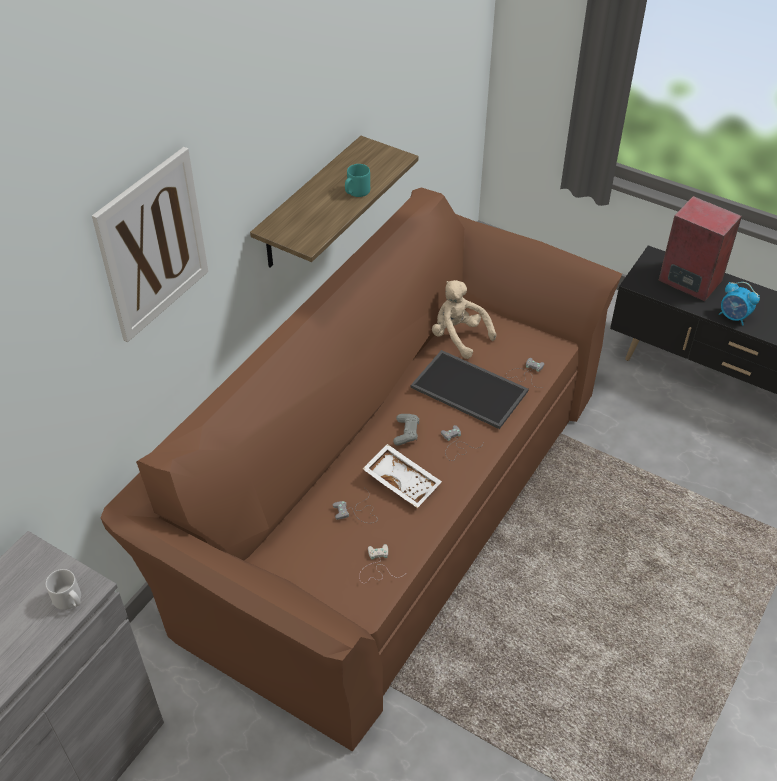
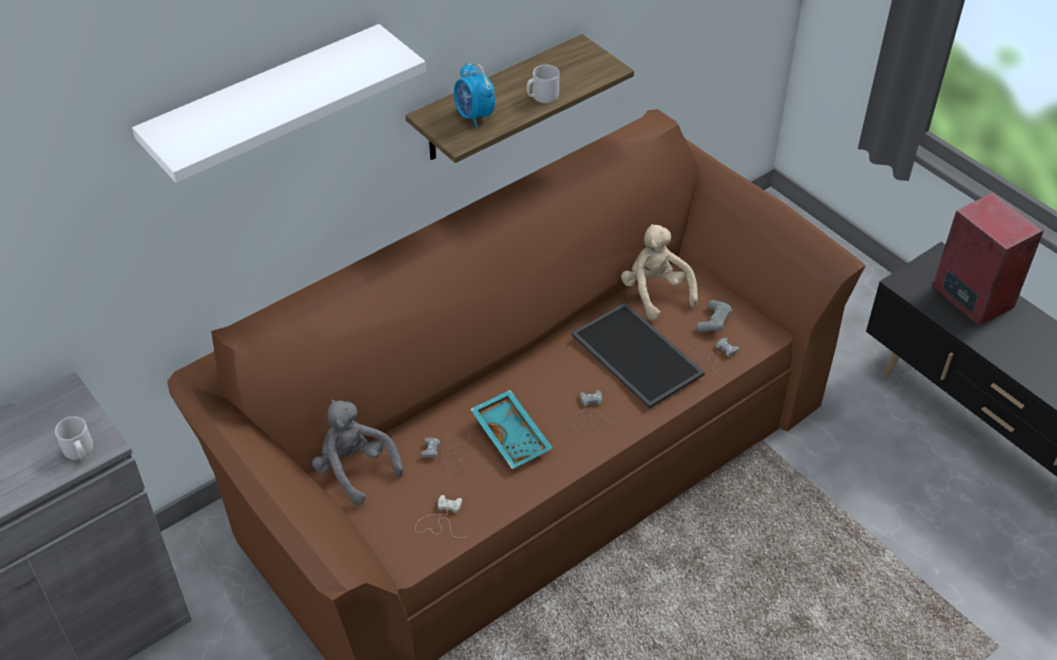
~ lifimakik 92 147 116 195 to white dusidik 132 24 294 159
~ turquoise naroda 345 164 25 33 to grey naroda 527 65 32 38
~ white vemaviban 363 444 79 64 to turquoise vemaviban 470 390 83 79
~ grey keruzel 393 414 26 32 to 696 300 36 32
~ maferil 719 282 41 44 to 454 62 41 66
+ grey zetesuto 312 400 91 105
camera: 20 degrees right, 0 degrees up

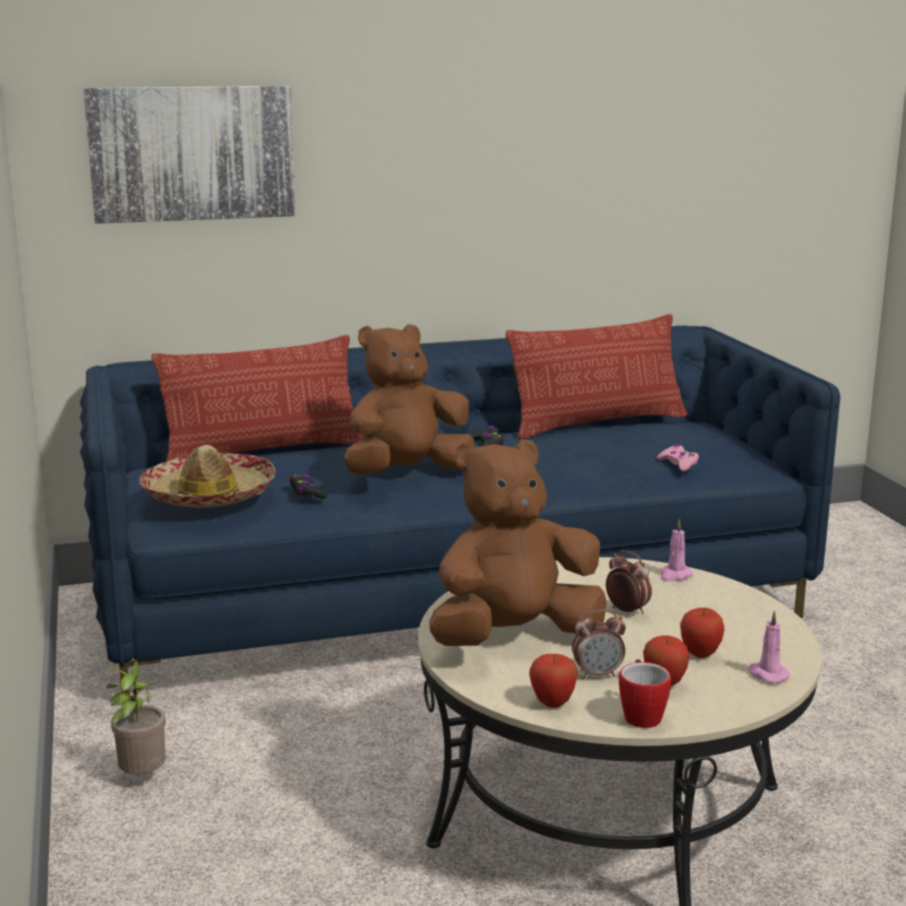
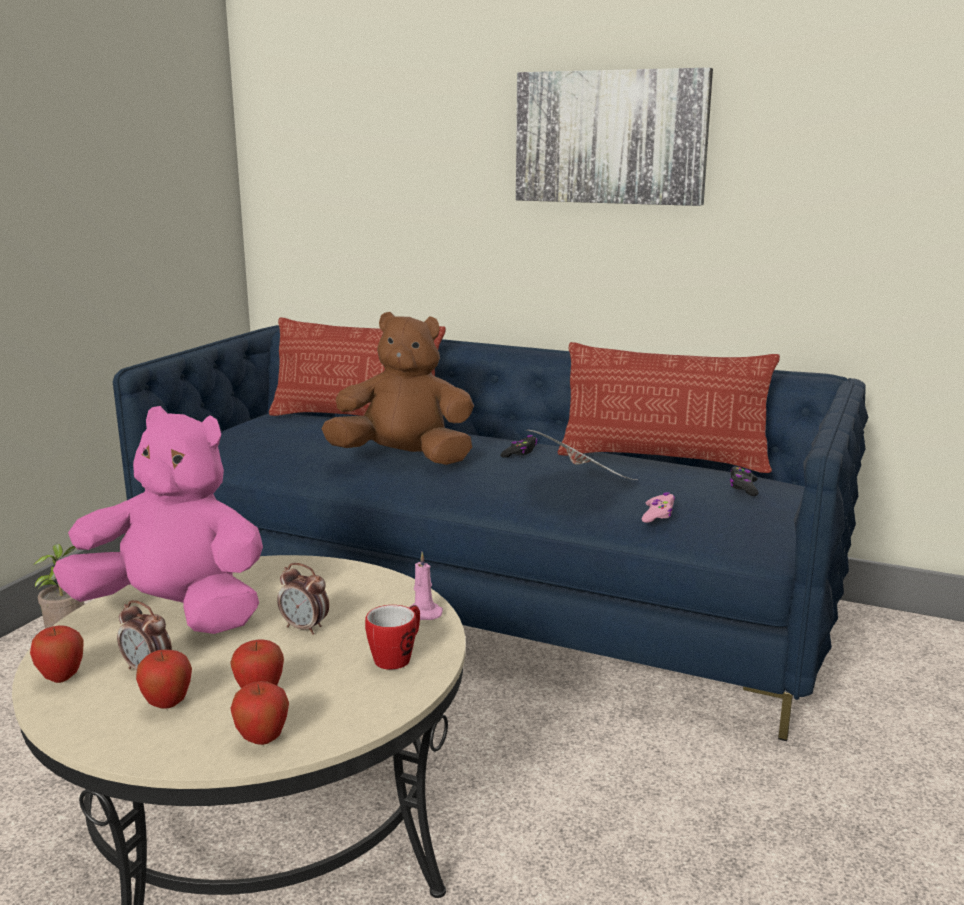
~ lifimakik 83 86 213 138 to 516 67 197 139
- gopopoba 139 445 137 63
~ black keruzel 289 475 38 24 to 730 467 28 29
~ brown zetesuto 429 439 178 207 to pink zetesuto 53 406 210 228
~ maferil 606 550 46 66 = 277 563 52 72 120 degrees clockwise
~ naroda 619 659 52 69 to 365 605 55 65
~ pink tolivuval 748 610 42 73 to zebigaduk 230 681 59 64
+ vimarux 527 430 110 50
camera: 40 degrees right, 0 degrees up

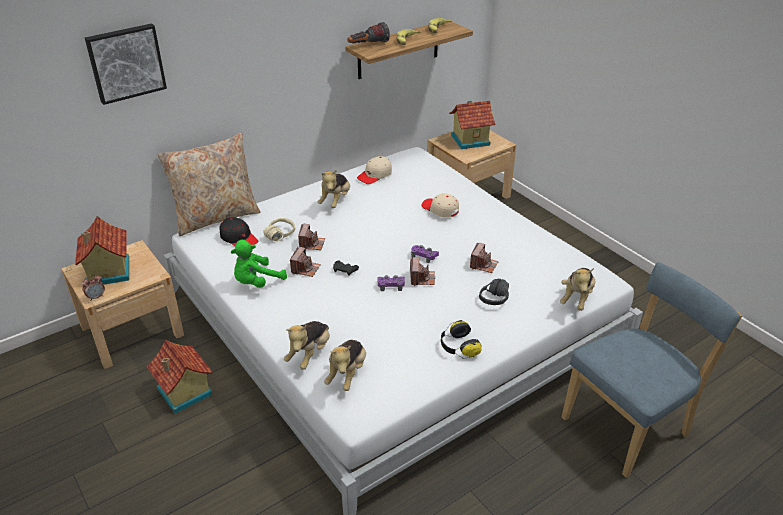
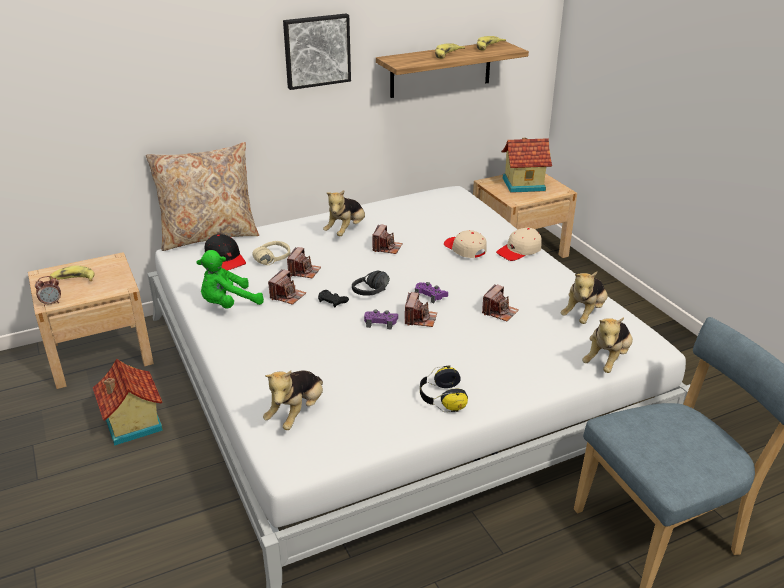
~ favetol 75 216 54 69 to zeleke 49 266 46 15
~ lifimakik 85 23 82 82 to 283 14 68 76
~ zetesuto 284 321 46 49 to 561 272 47 52
- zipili 347 22 43 21
~ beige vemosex 357 156 35 28 to 496 228 46 33
~ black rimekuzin 479 279 30 26 to 352 271 38 25
+ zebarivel 372 224 31 30
camera: 10 degrees right, 5 degrees down

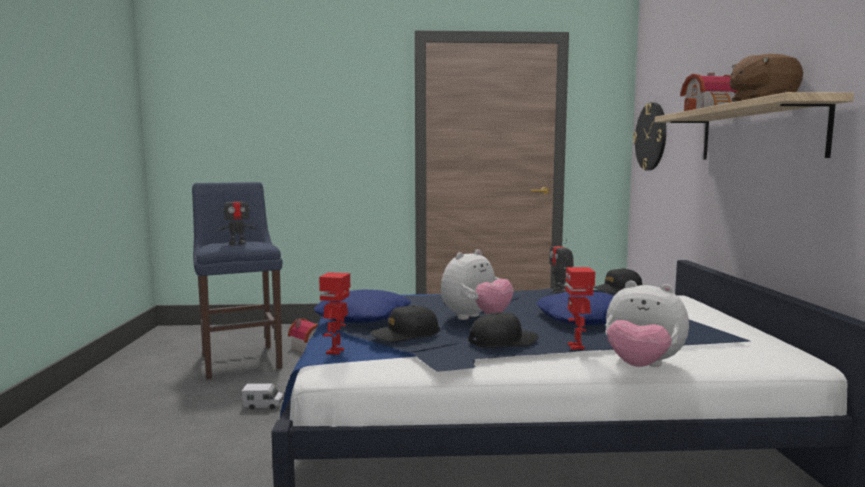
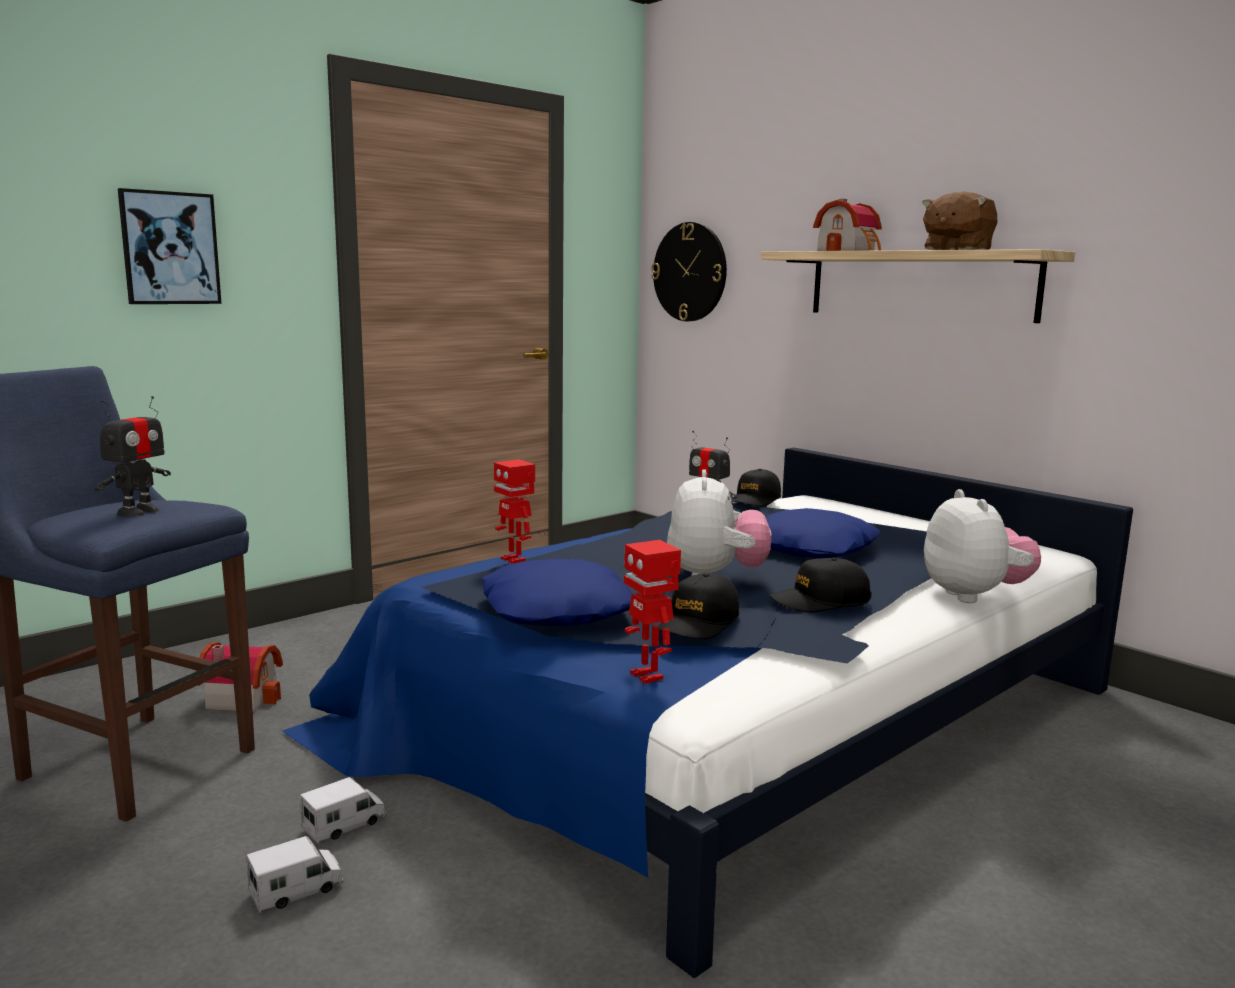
~ black vemosex 469 312 70 36 = 769 558 103 54 135 degrees counterclockwise
~ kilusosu 565 267 30 82 to 494 459 41 105
~ zetesuto 605 281 84 86 = 924 489 117 114 90 degrees counterclockwise
+ lifimakik 118 188 104 116
+ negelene 246 836 97 77
camera: 40 degrees left, 5 degrees up

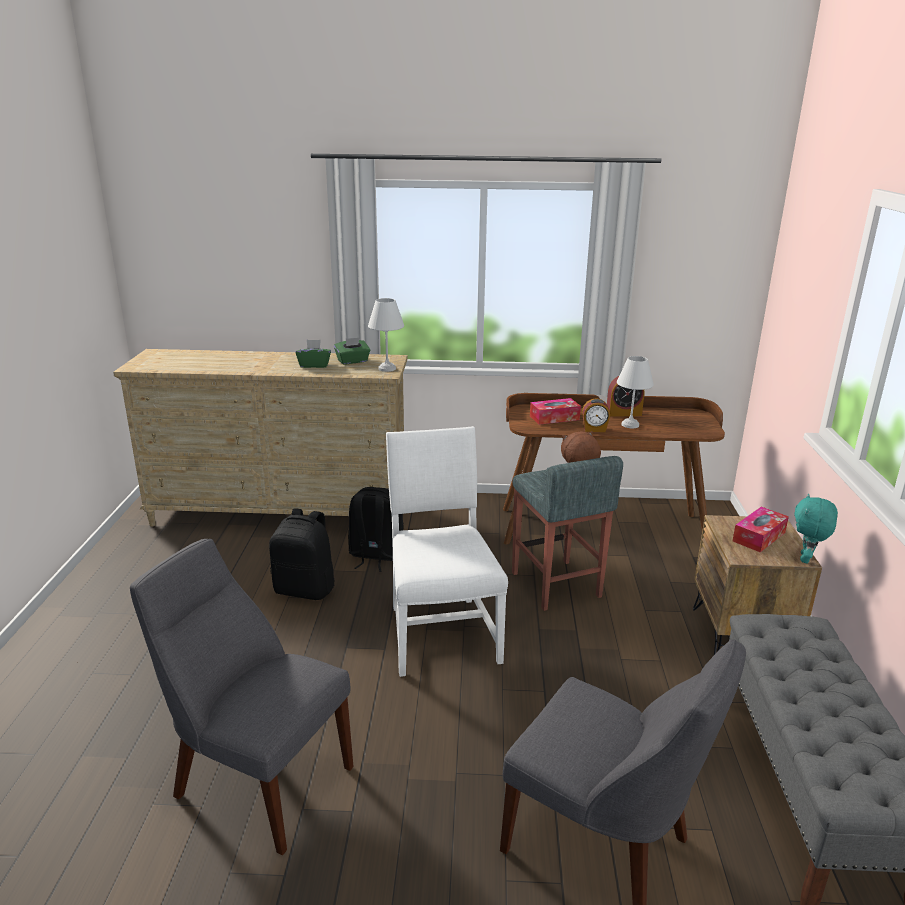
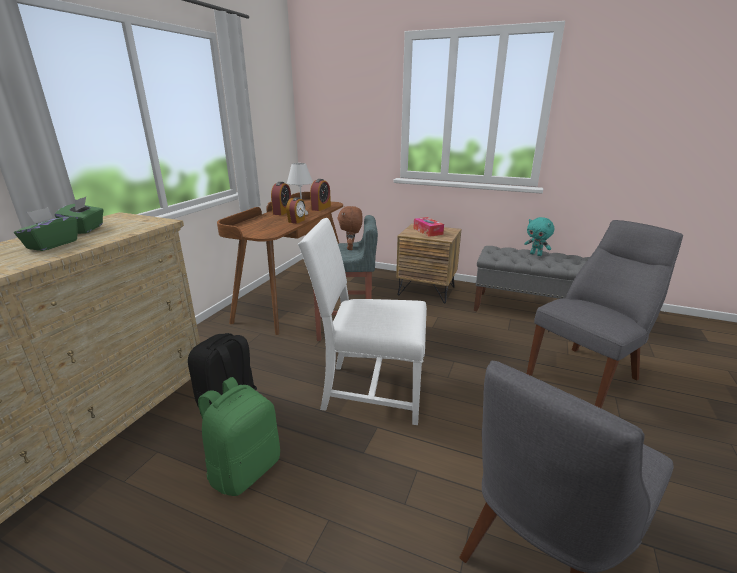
~ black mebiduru 269 508 66 92 to green mebiduru 198 377 82 119
- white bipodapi 368 298 36 74
- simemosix 530 398 51 27
~ turquoise zetesuto 794 494 44 69 to 524 217 31 39
+ maferil 310 179 21 32
camera: 70 degrees left, 0 degrees up

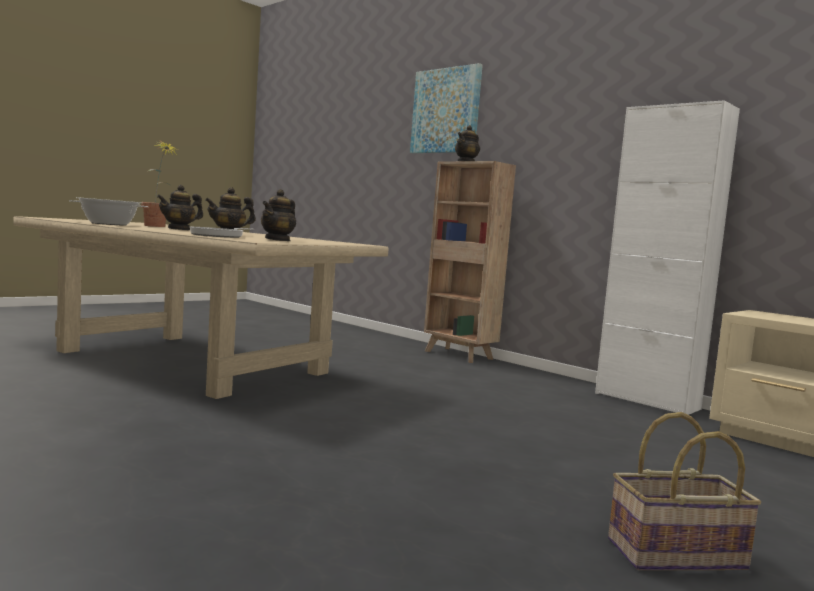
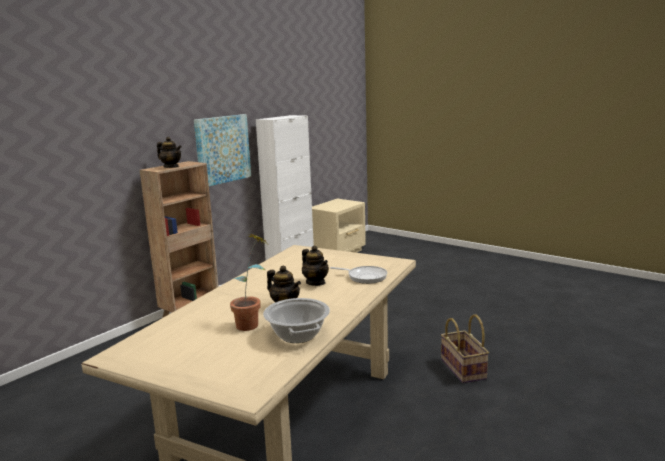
- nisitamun 261 189 35 52
~ lifimakik 410 63 73 90 to 194 114 57 72
~ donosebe 608 412 153 158 to 441 314 48 69
camera: 95 degrees left, 10 degrees up

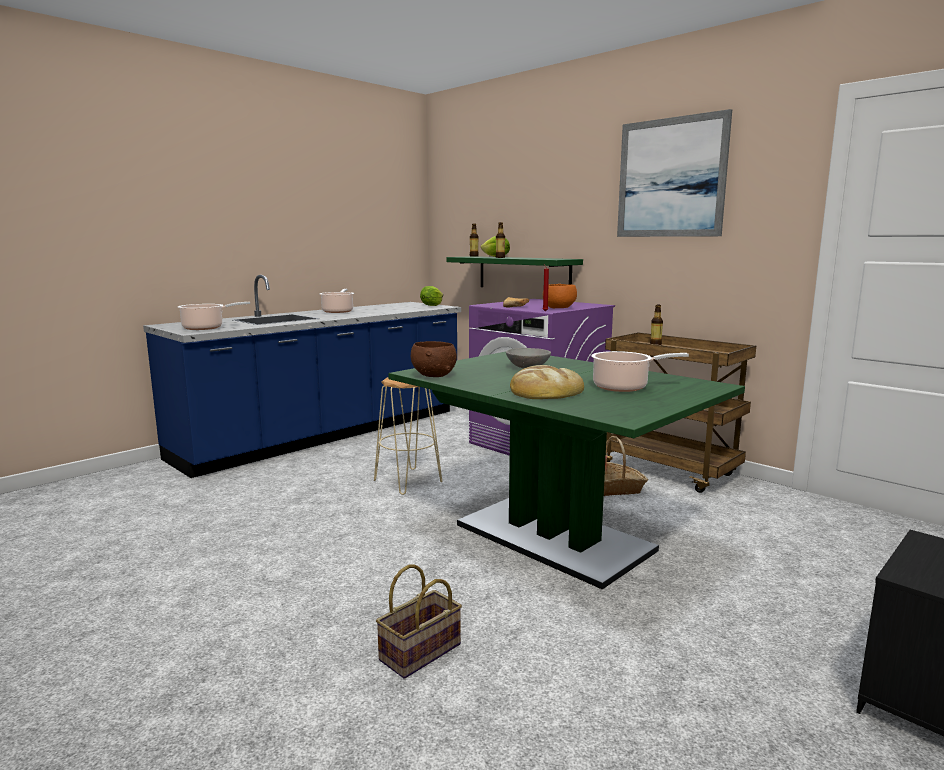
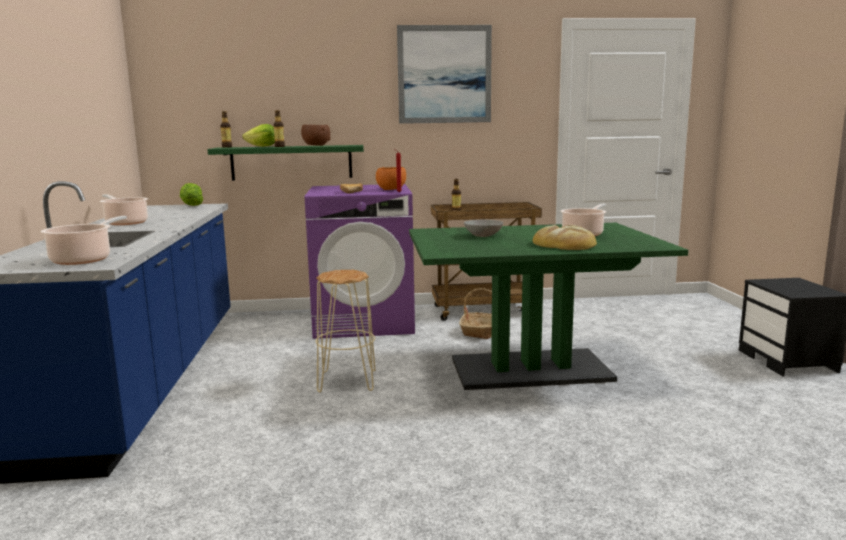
- donosebe 376 565 86 114
~ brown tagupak 411 341 46 36 to 301 125 30 21
camera: 50 degrees left, 0 degrees up

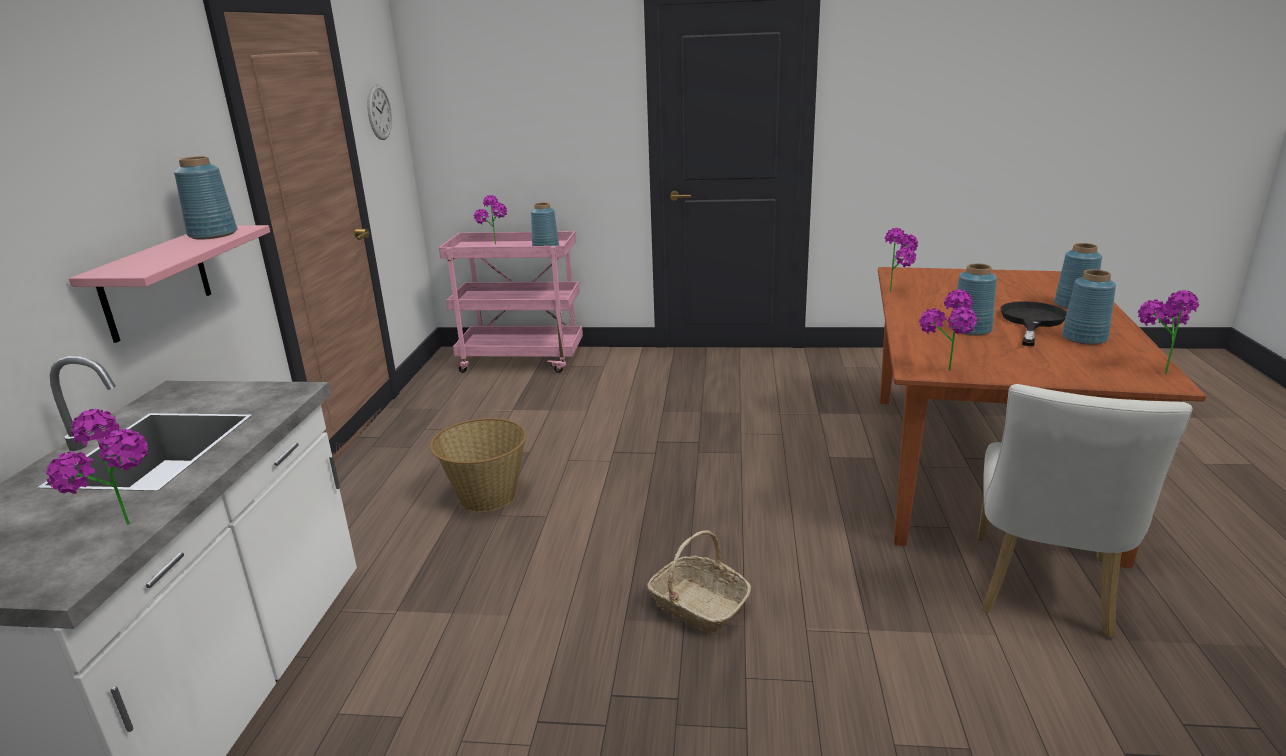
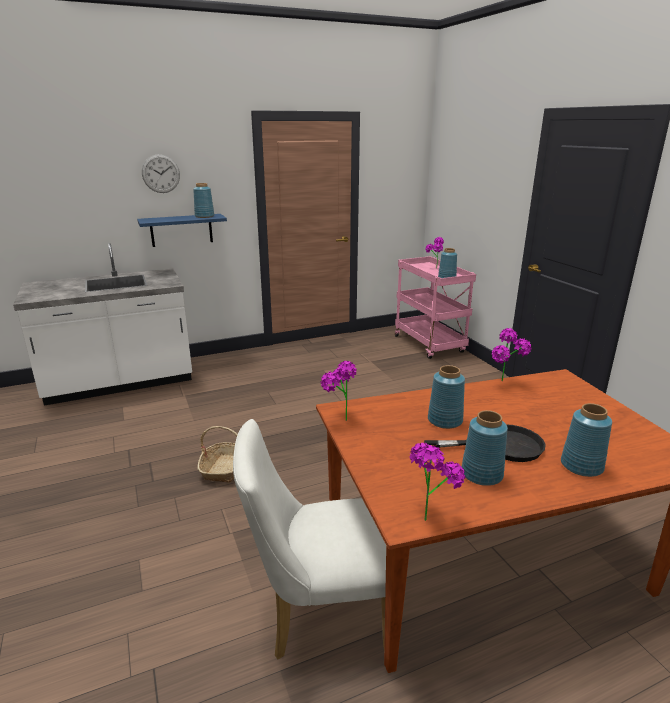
- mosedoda 46 409 102 116
~ pink dusidik 69 225 201 118 to blue dusidik 137 214 90 33
~ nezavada 367 84 25 56 to 142 154 38 39
- donosebe 430 418 97 94
camera: 60 degrees right, 0 degrees up

